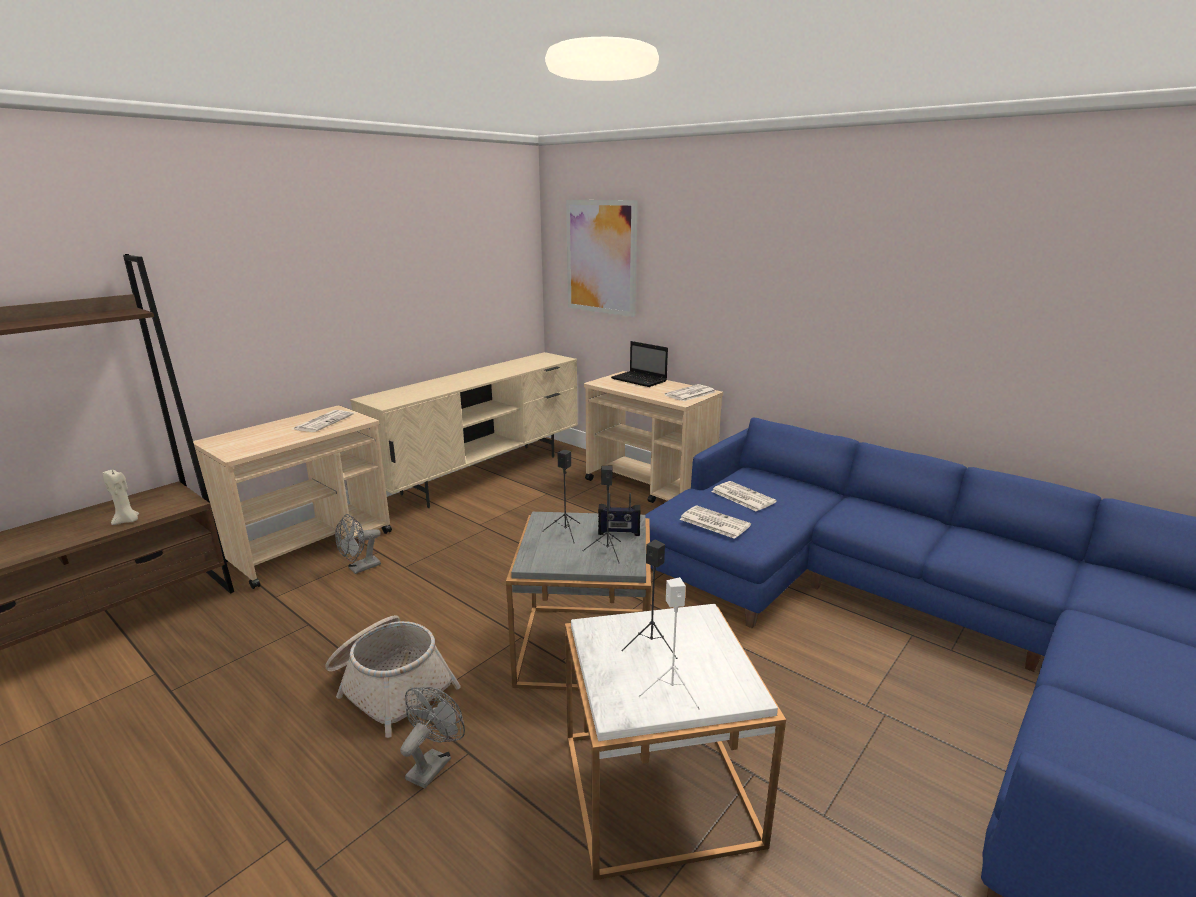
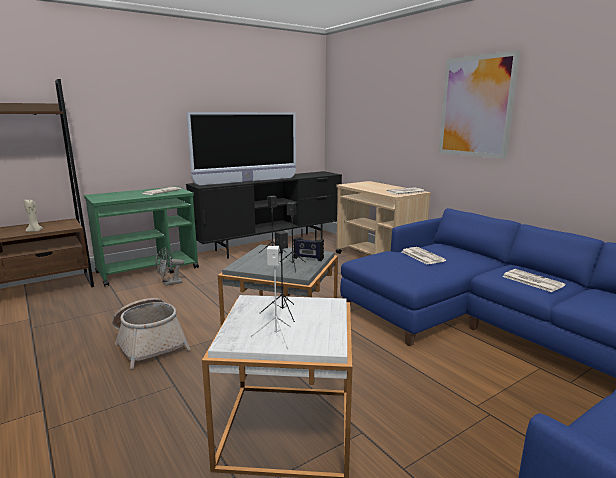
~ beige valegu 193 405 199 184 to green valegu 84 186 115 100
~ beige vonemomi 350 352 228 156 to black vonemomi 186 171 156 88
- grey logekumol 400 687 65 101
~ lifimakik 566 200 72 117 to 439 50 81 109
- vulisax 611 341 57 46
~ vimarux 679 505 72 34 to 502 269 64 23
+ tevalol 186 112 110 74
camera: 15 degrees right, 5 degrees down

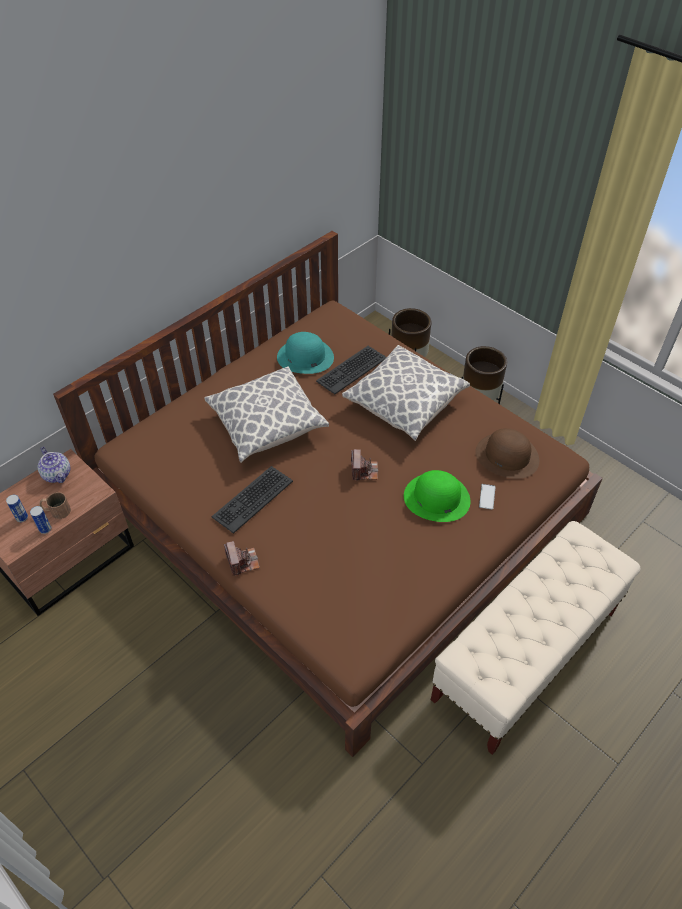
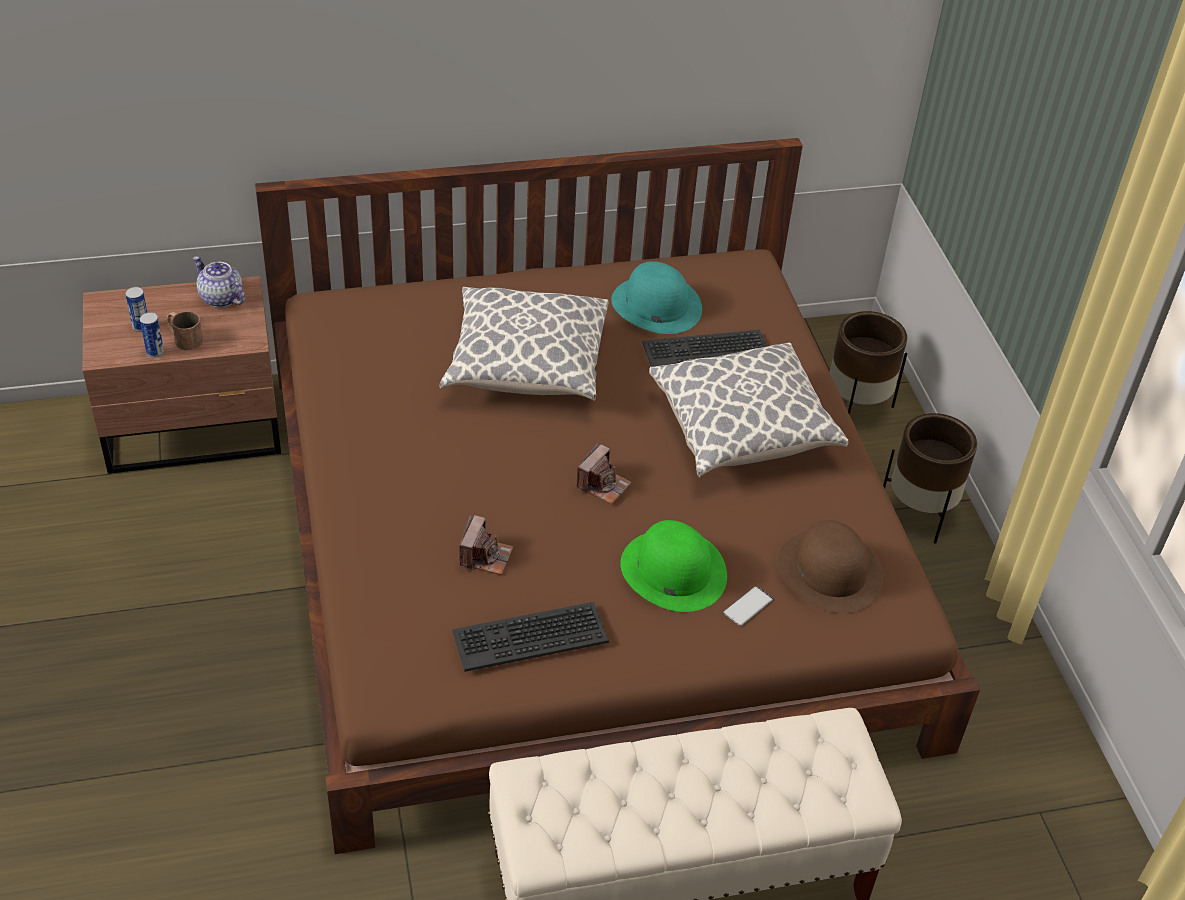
~ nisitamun 38 447 32 36 = 193 256 52 52 135 degrees clockwise
~ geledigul 212 466 81 68 to 452 602 157 70
~ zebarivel 224 541 36 35 to 459 515 54 60
camera: 30 degrees right, 5 degrees down

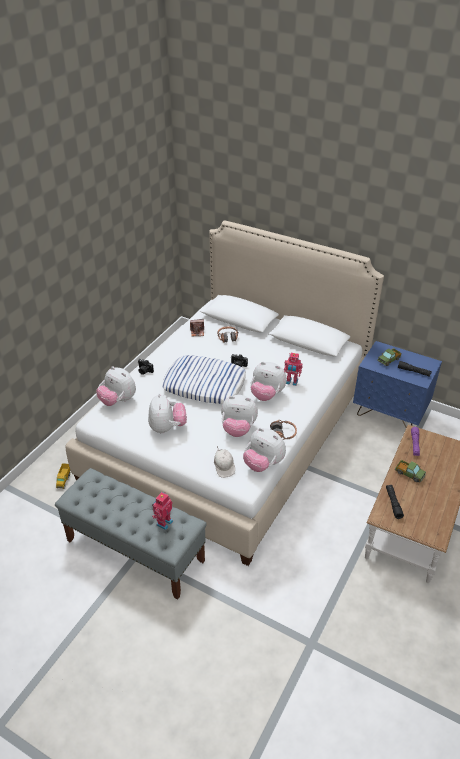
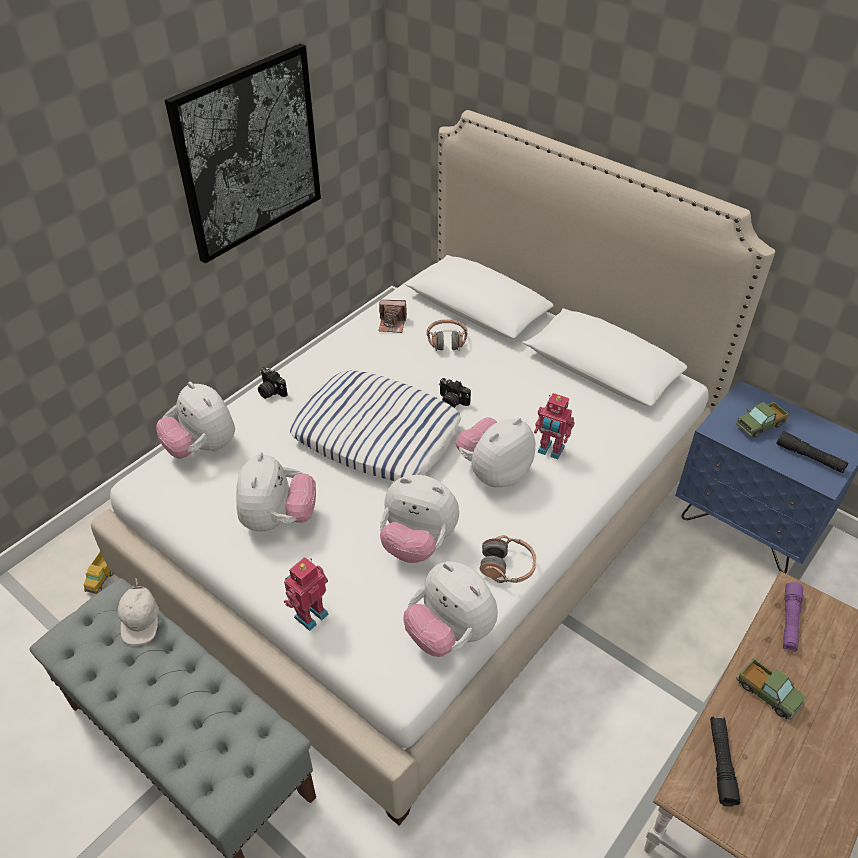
~ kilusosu 152 492 21 38 to 284 557 45 74
~ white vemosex 214 446 21 32 to 118 578 41 67
~ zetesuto 251 362 36 39 = 456 417 79 70 105 degrees clockwise
+ lifimakik 165 44 156 220
camera: 10 degrees right, 5 degrees up

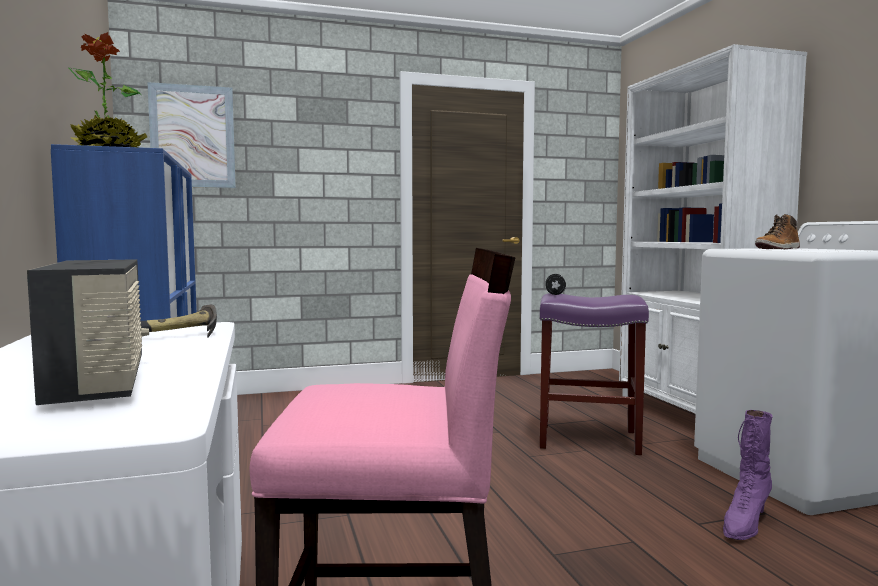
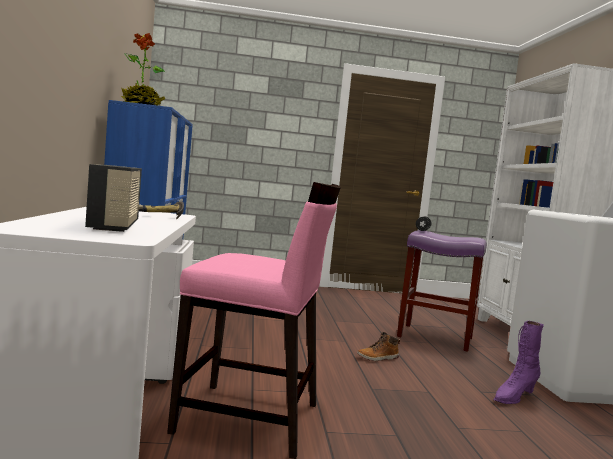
- lifimakik 147 82 89 106
~ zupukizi 755 214 45 35 to 357 332 43 29
camera: 10 degrees right, 0 degrees up

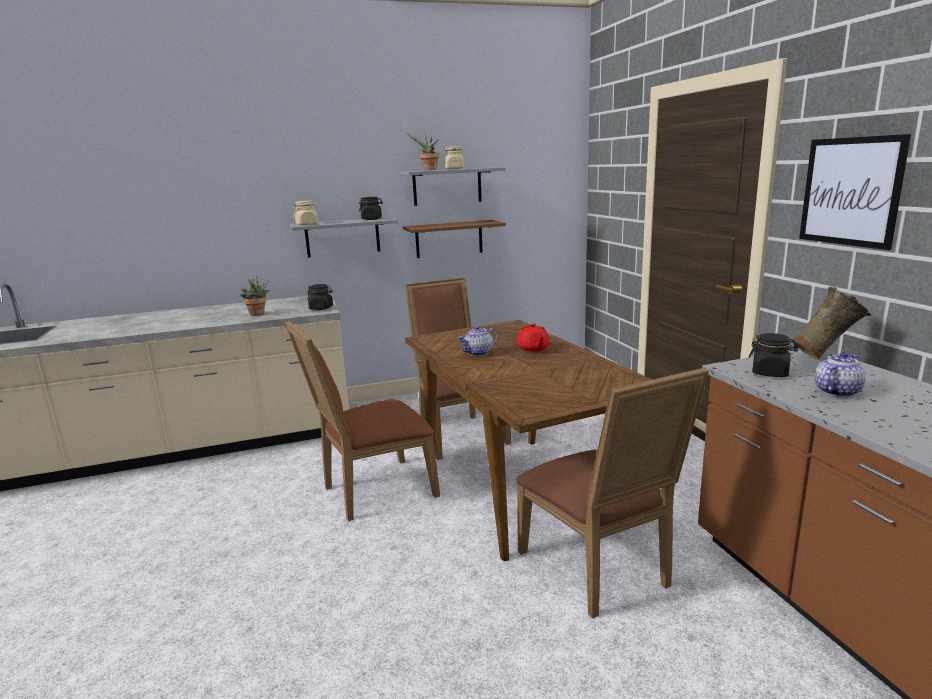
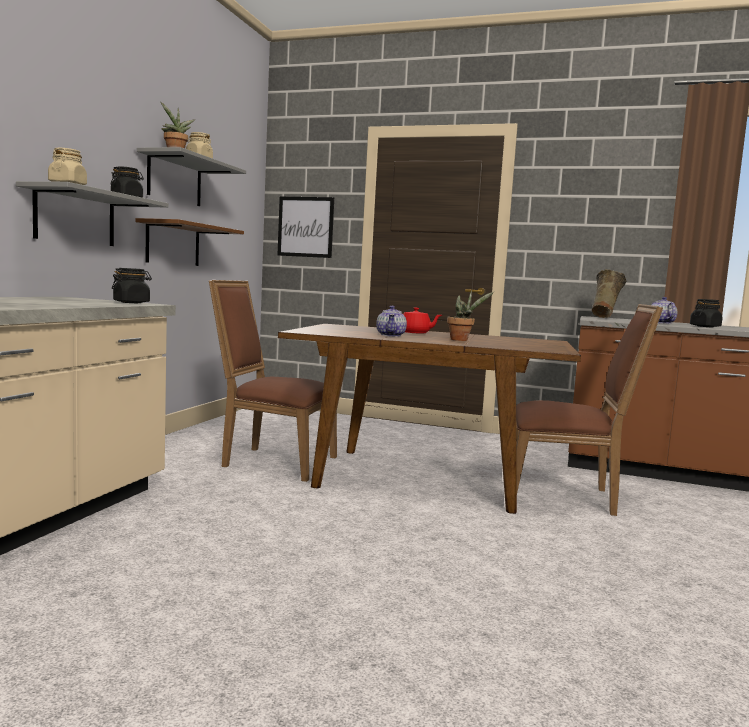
~ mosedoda 240 275 30 41 to 447 290 47 51
- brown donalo 285 321 155 200
~ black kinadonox 749 333 49 44 to 690 299 32 28
~ lifimakik 799 134 112 116 to 277 197 57 61
camera: 55 degrees left, 10 degrees down

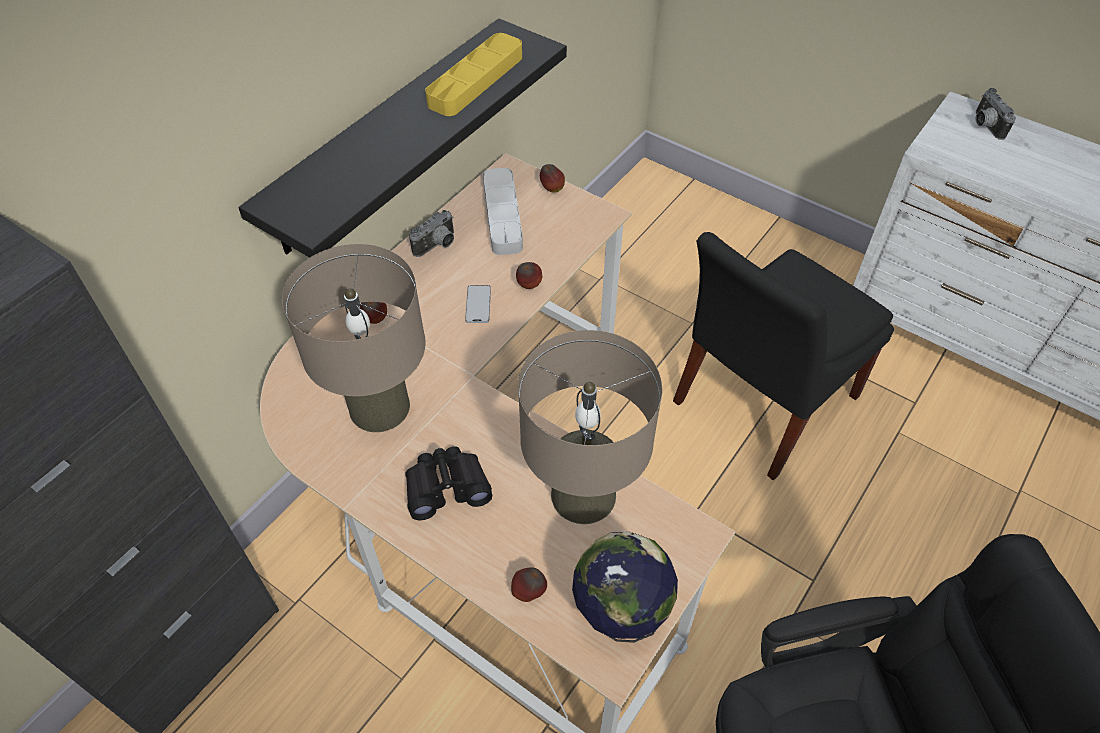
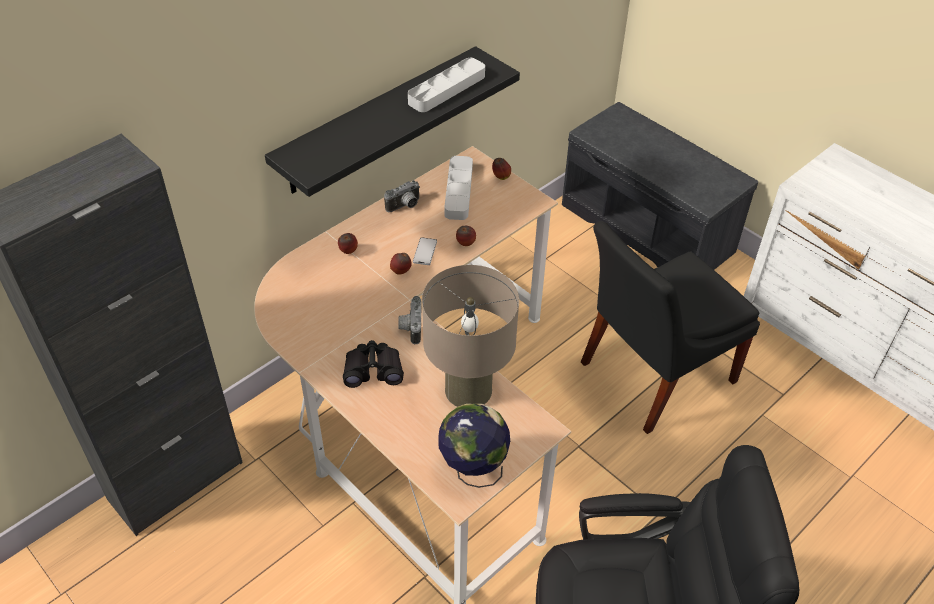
- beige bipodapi 282 244 144 188
~ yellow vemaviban 425 33 97 83 to grey vemaviban 408 58 77 54
~ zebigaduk 511 567 36 35 to 390 253 22 22
~ zebarivel 976 88 40 52 to 398 296 24 48
+ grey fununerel 562 102 196 168
camera: 10 degrees right, 5 degrees down

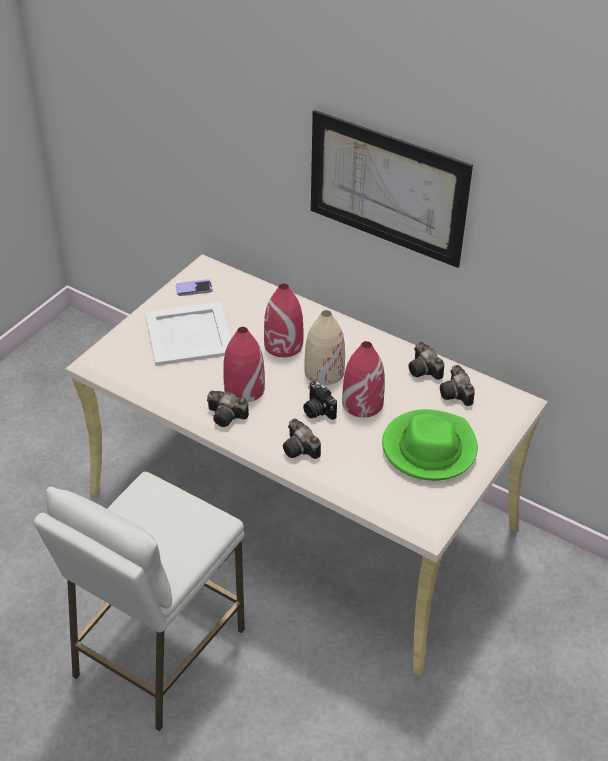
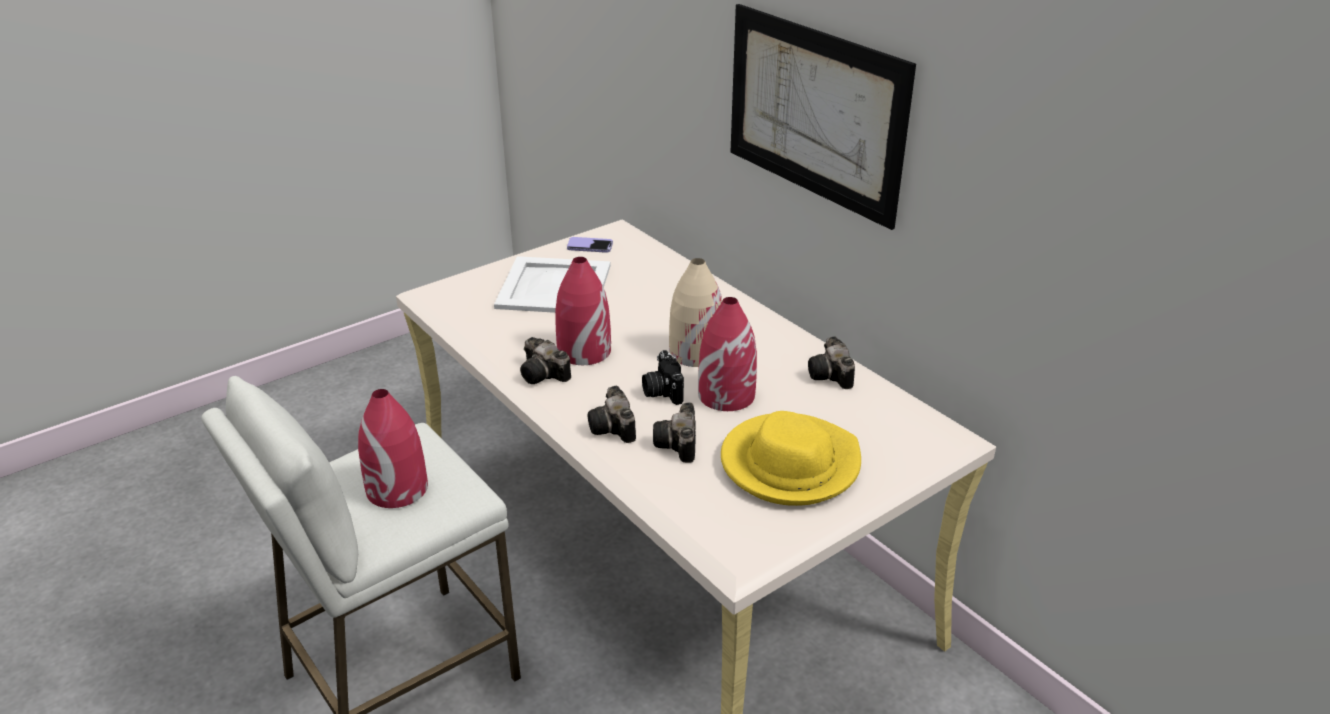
~ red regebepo 264 283 39 74 to 358 389 70 119
~ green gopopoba 382 409 96 72 to yellow gopopoba 721 411 140 95
~ zebarivel 440 365 35 41 to 653 403 43 60
camera: 20 degrees right, 10 degrees down

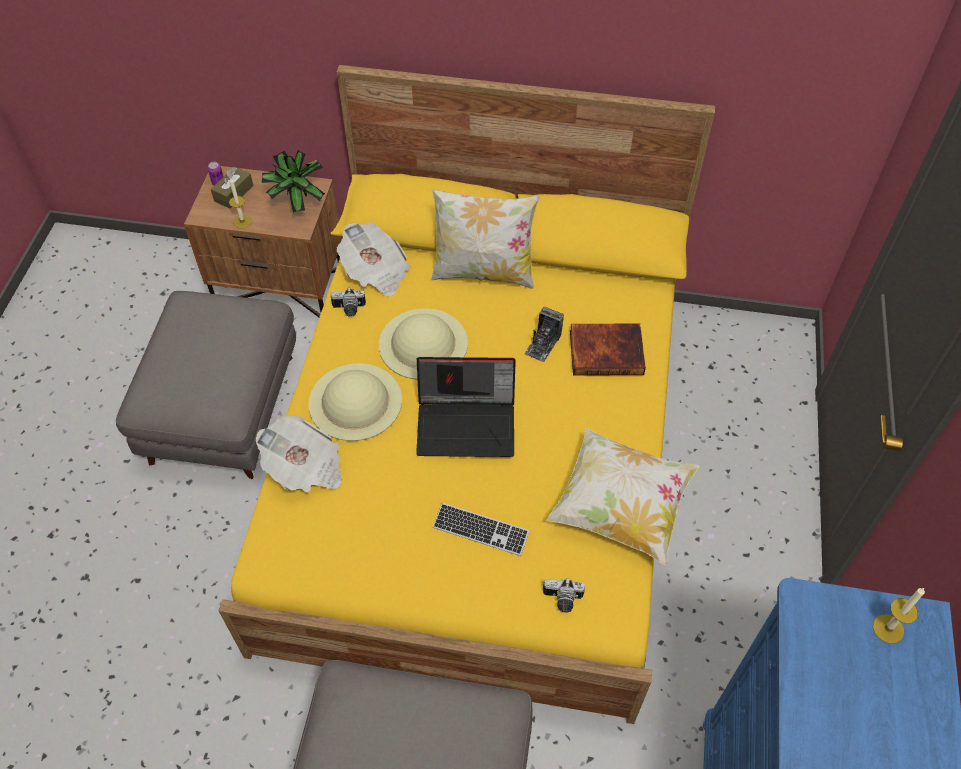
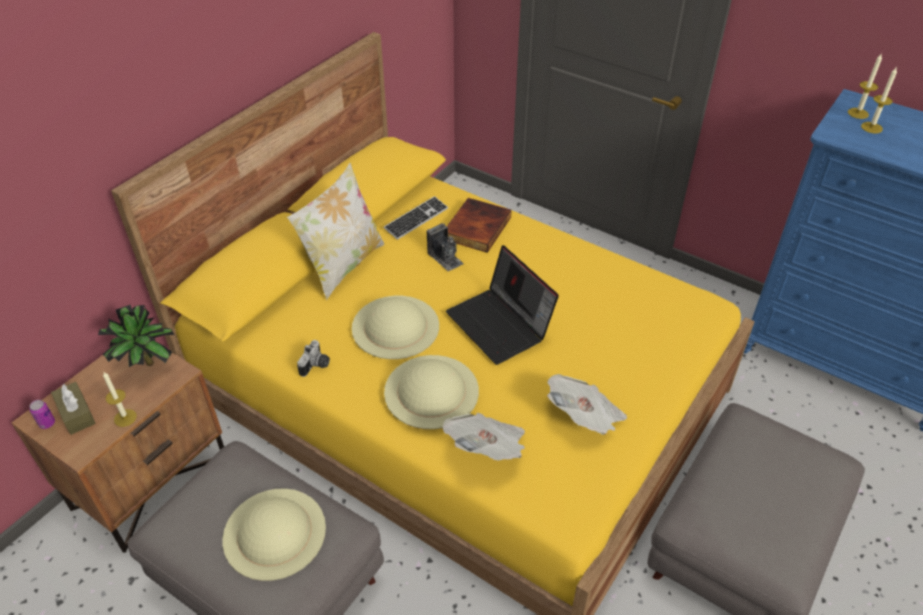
~ vimarux 337 222 74 74 to 547 374 80 61
~ vulisax 416 357 100 100 = 446 245 113 120 120 degrees clockwise
~ geledigul 433 503 96 53 to 384 196 64 44
- zebarivel 543 578 42 34
- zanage 546 428 154 138
+ beige gopopoba 222 489 104 92
+ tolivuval 861 68 36 65
camera: 65 degrees left, 10 degrees down

